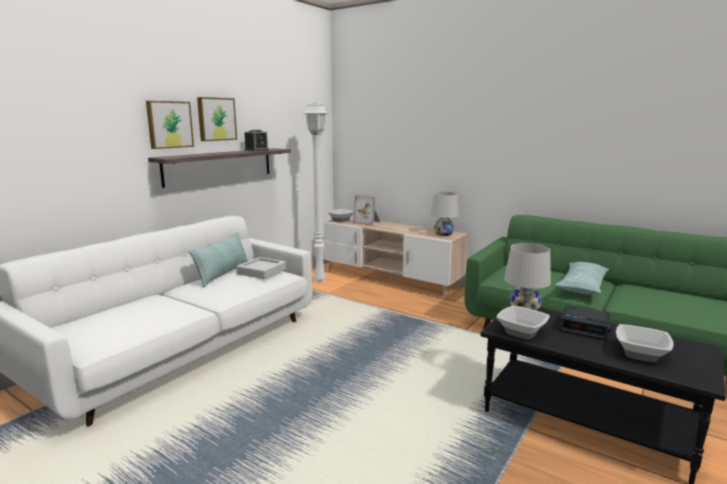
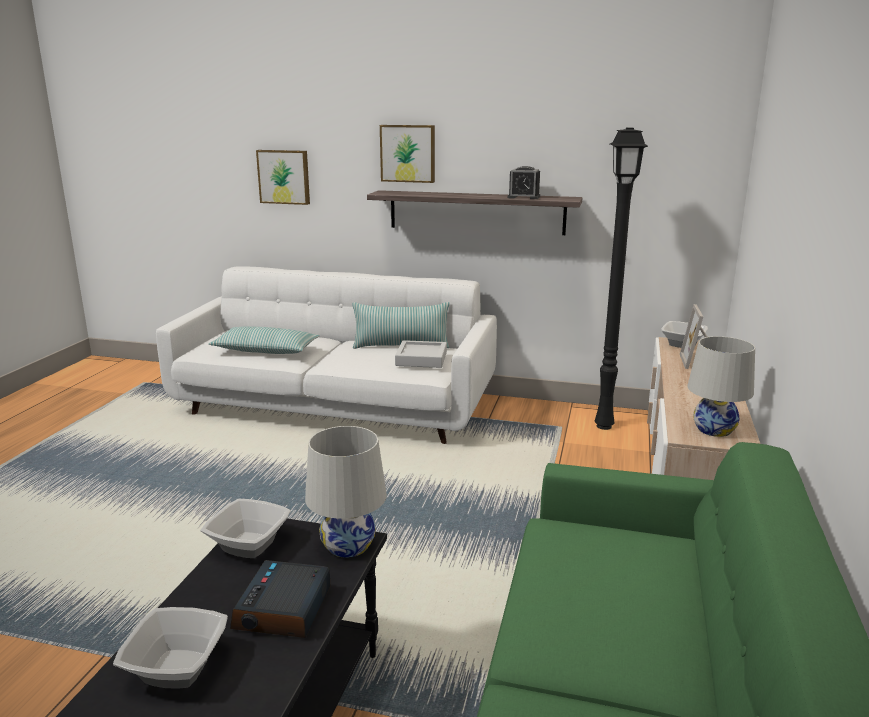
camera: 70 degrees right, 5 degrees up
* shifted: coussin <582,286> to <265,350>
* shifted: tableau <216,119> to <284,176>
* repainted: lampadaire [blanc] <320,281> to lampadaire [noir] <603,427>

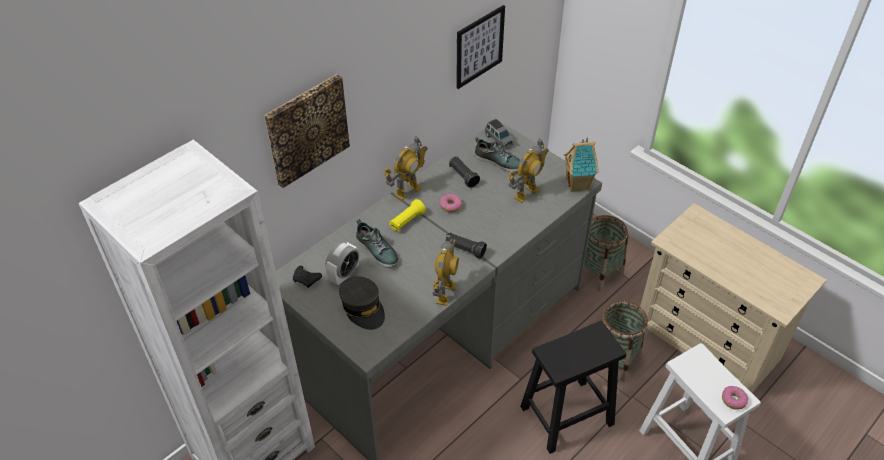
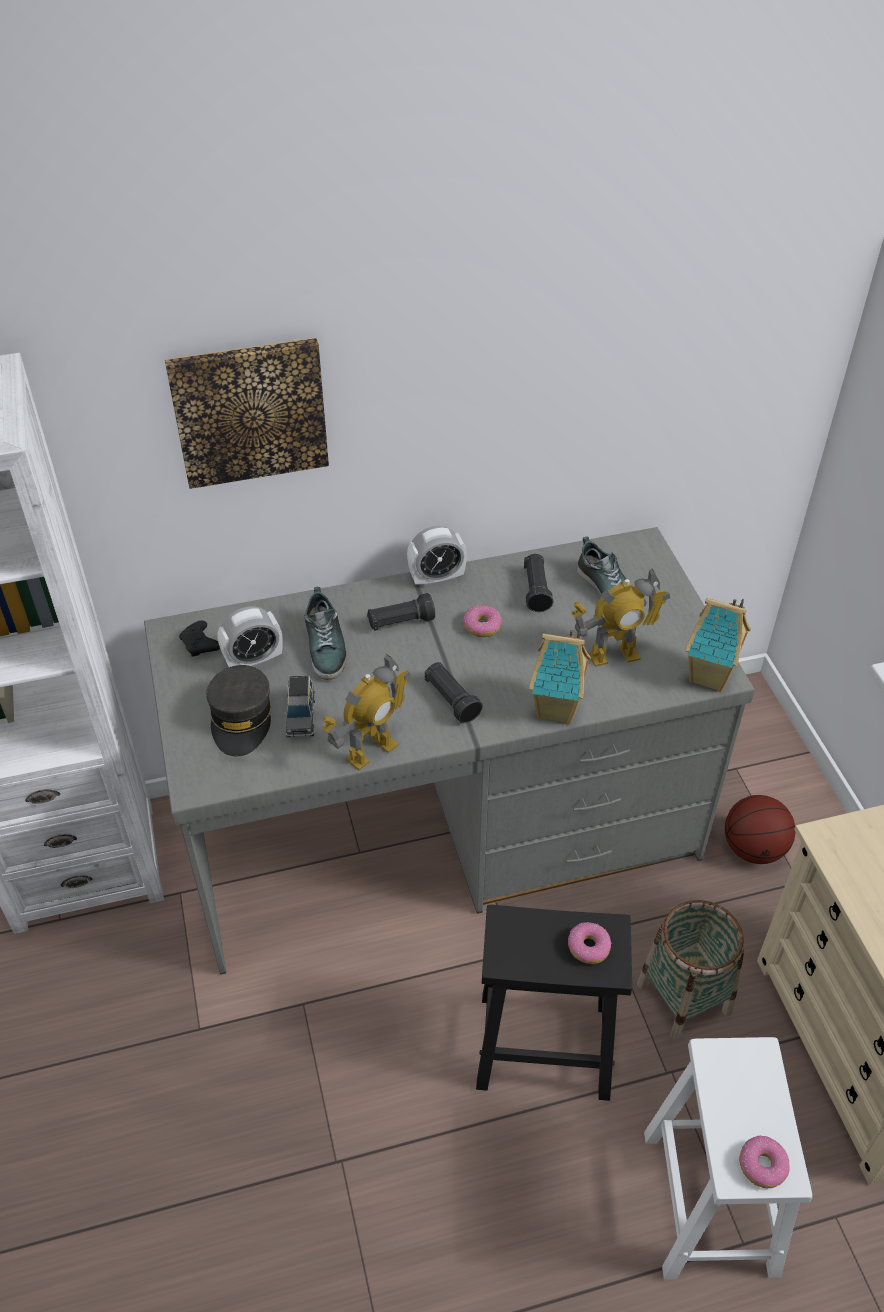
camera: 30 degrees right, 0 degrees up
* shifted: petite voiture [gris] <498,140> to <301,716>
* repainted: lampe de poche [jaune] <407,221> to lampe de poche [noir] <400,622>
* swapped: robot jouet <407,191> to réveil <437,579>
* new: maison miniature <557,710>
* new: beignet <588,947>
* swapped: panier <598,272> to ballon de basket <753,849>
* gone: tableau <479,46>

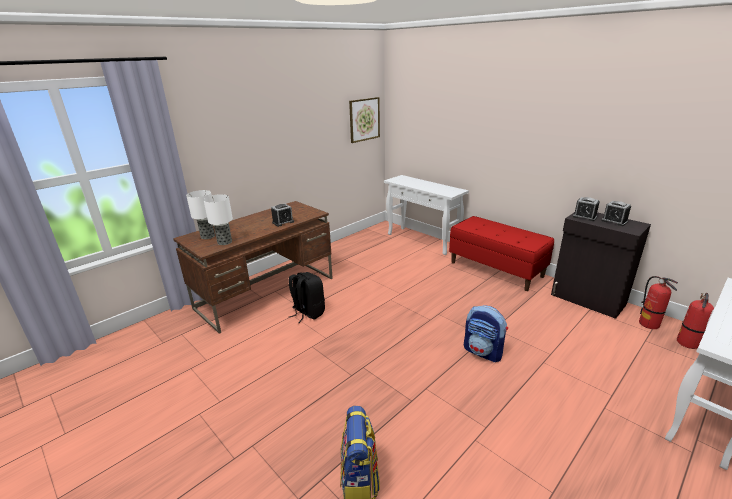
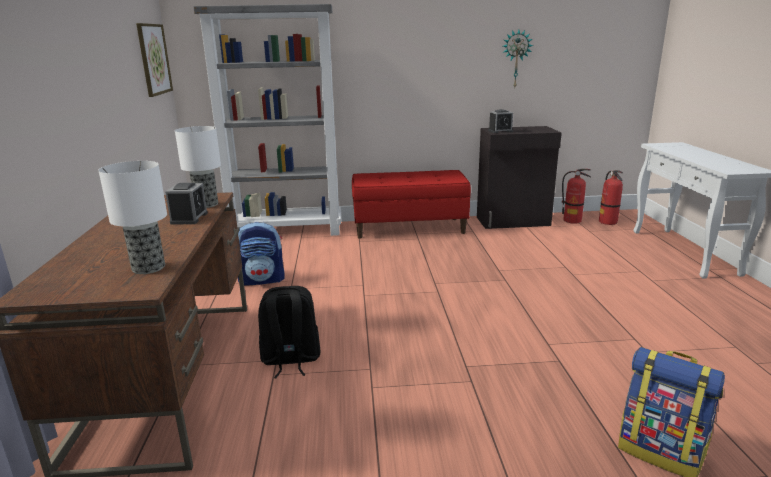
camera: 50 degrees left, 5 degrees down
* shifted: lampe de table <208,236> to <206,204>
* swapped: table console [blanc] <423,240> to bibliothèque [gris] <287,231>
* shifted: sac à dos <483,352> to <262,280>
* new: horloge murale <515,59>
* gone: réveil <614,221>

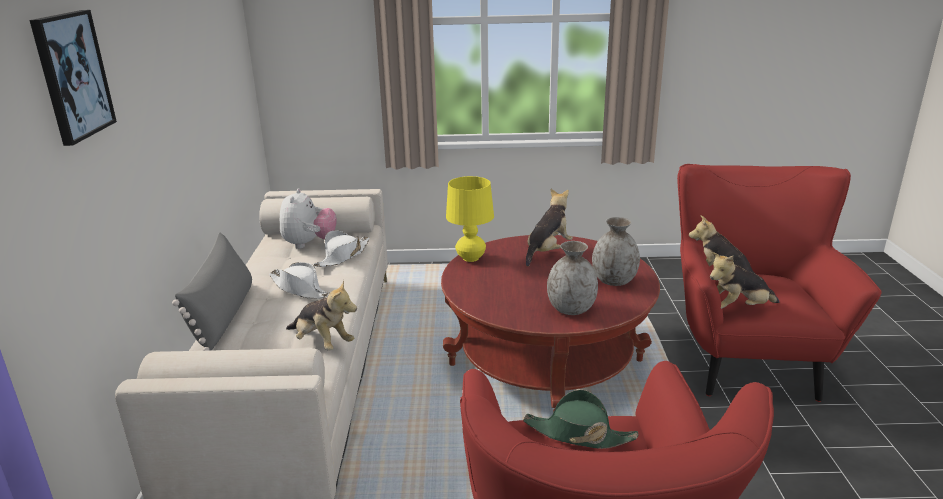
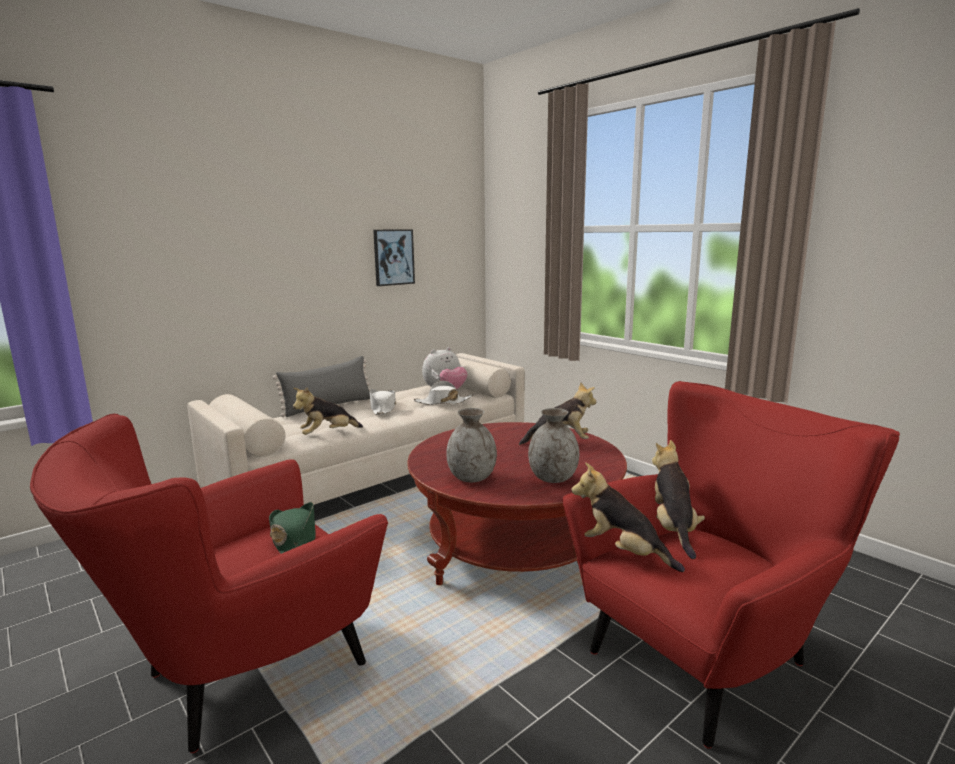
camera: 50 degrees right, 10 degrees down
* rotated: peluche <322,343> = <327,434> 60 degrees clockwise
* shifted: tableau <72,76> to <393,257>
* gone: lampe de table [jaune] <470,258>

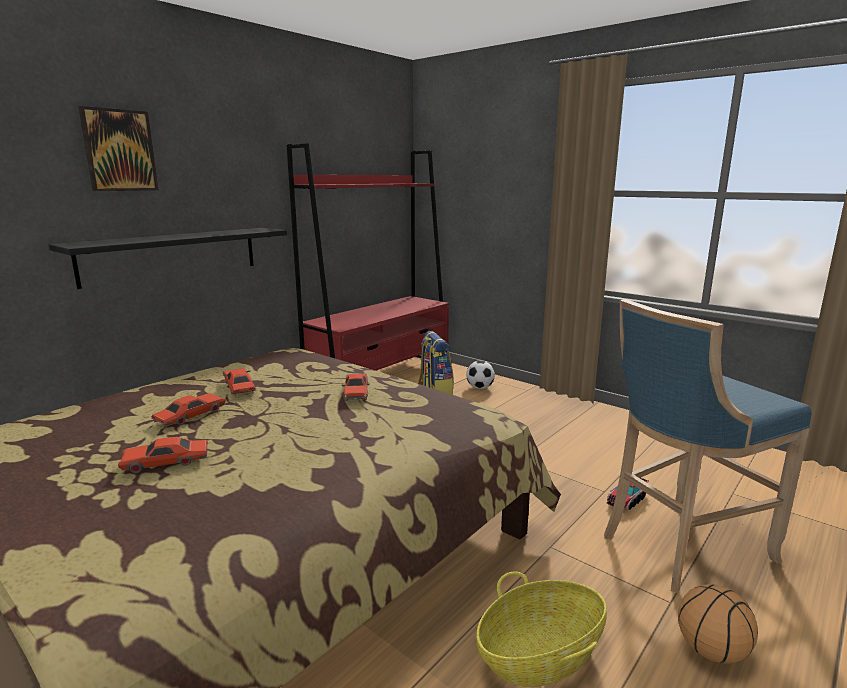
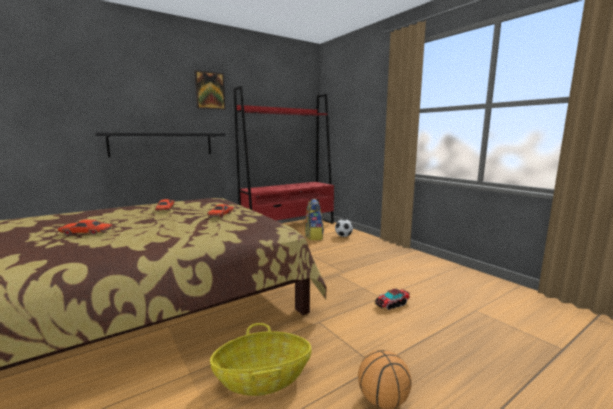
camera: 15 degrees right, 5 degrees down
* shifted: tableau <119,150> to <210,90>
* gone: petite voiture [rouge] <190,416>
* gone: tabouret [bleu] <679,546>

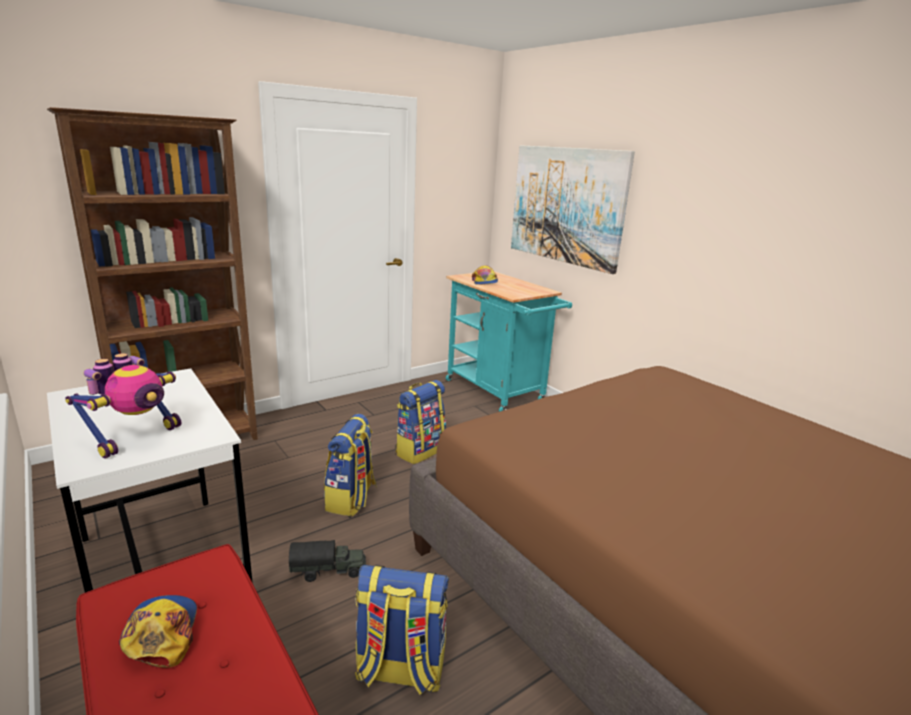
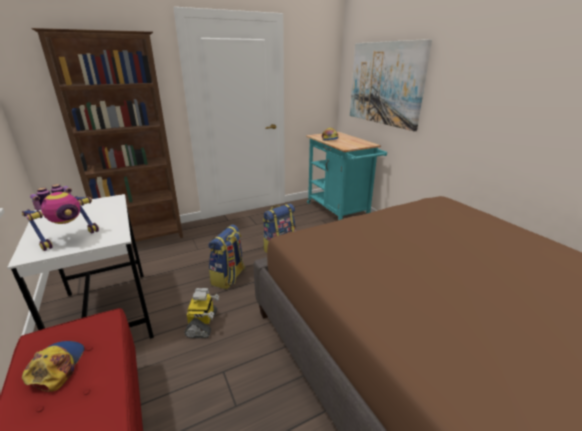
camera: 10 degrees right, 5 degrees up
* swapped: camion jouet <329,571> to robot jouet <203,324>
* gone: sac à dos <399,670>

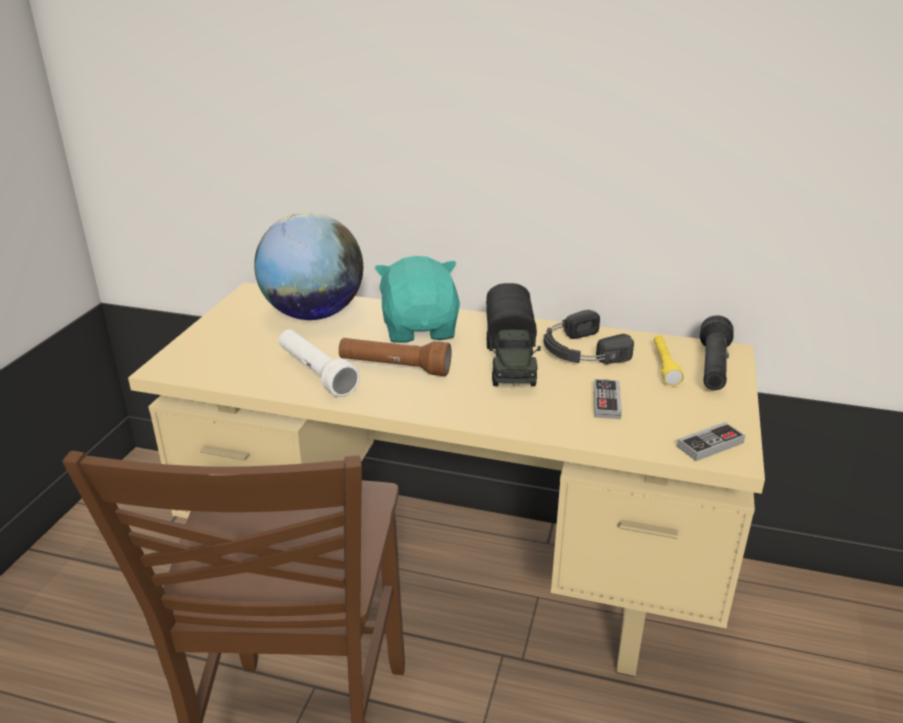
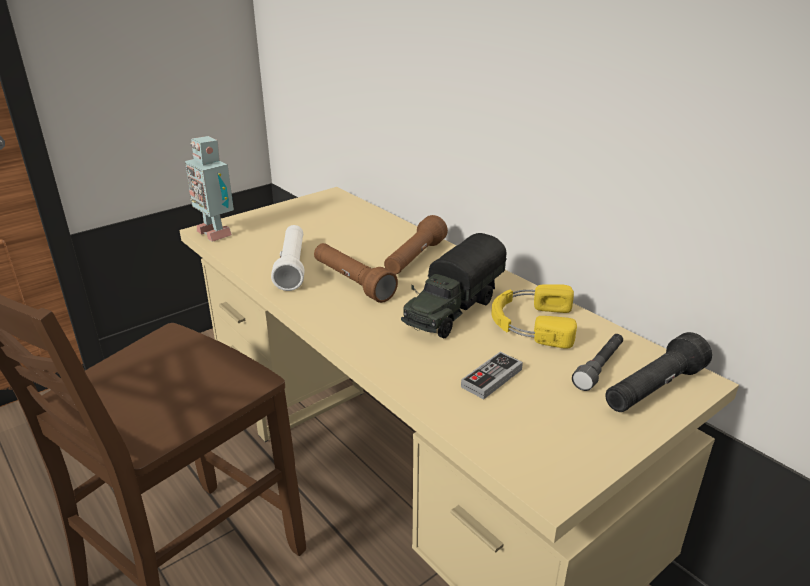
camera: 35 degrees right, 0 degrees up
* new: robot jouet <216,232>
* swapped: peluche [turquoise] <420,329> to lampe de poche [marron] <414,259>
* repainted: casque audio [noir] <580,350> to casque audio [jaune] <531,323>
* repainted: lampe de poche [jaune] <664,366> to lampe de poche [gris] <599,368>
* gone: globe <313,314>
* gone: manette <710,444>

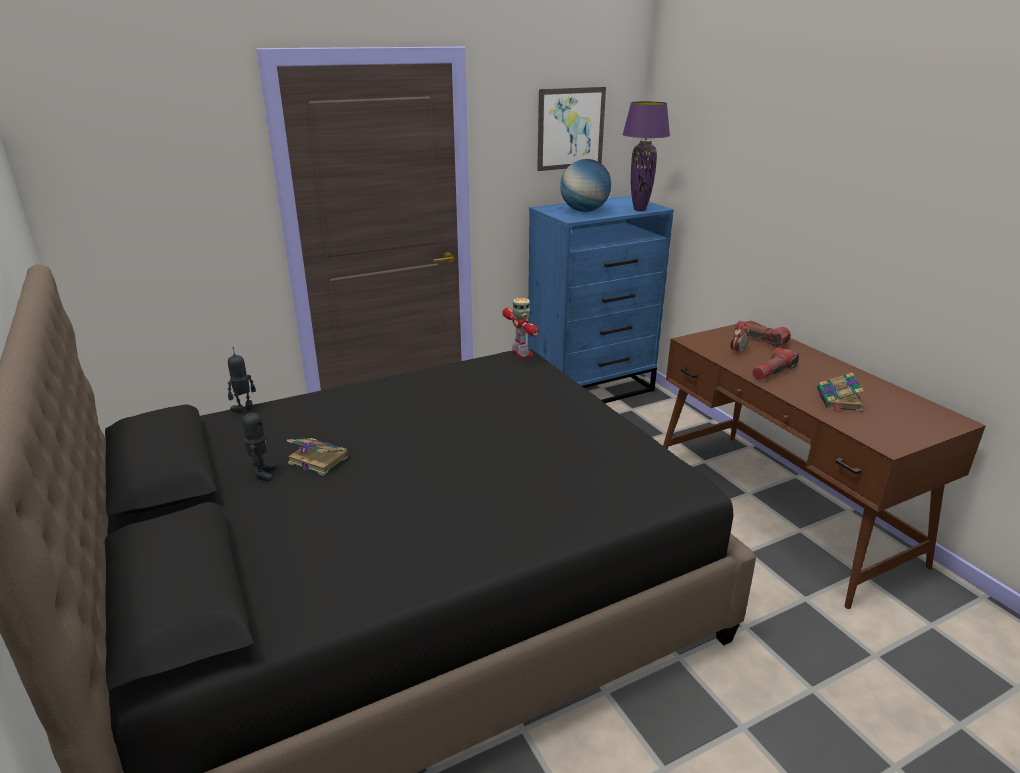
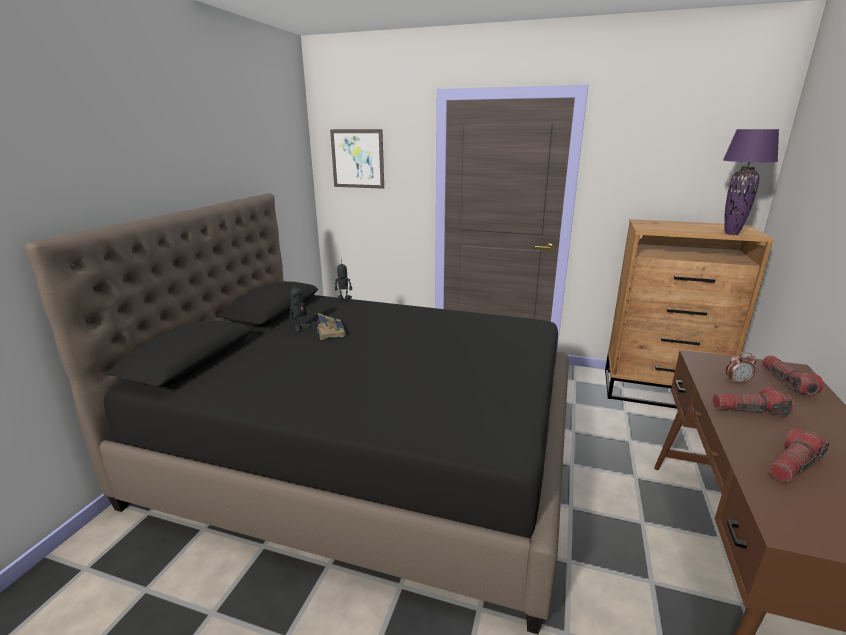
camera: 45 degrees right, 5 degrees down
* shifted: tableau <571,128> to <357,159>
* repainted: commode [bleu] <591,388> to commode [marron] <660,391>
* swapped: livre <839,401> to lampe de poche <793,464>
* gone: robot jouet <521,354>
* gone: globe <584,211>

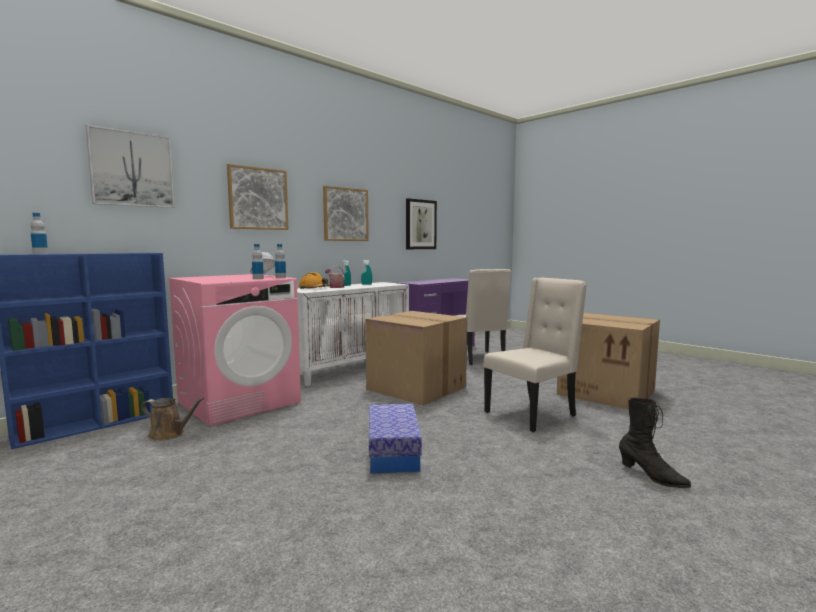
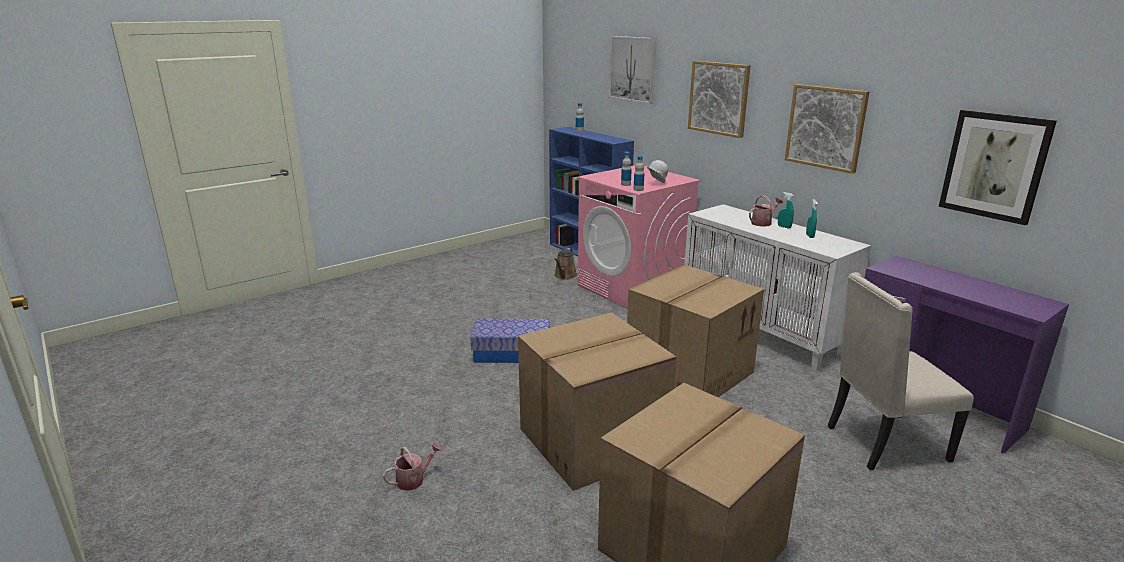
camera: 95 degrees right, 15 degrees up
* swapped: botte [noir] <652,476> to arrosoir <414,479>
* swapped: chaise [beige] <532,414> to carton <592,442>
* gone: casque de chantier [orange] <314,289>

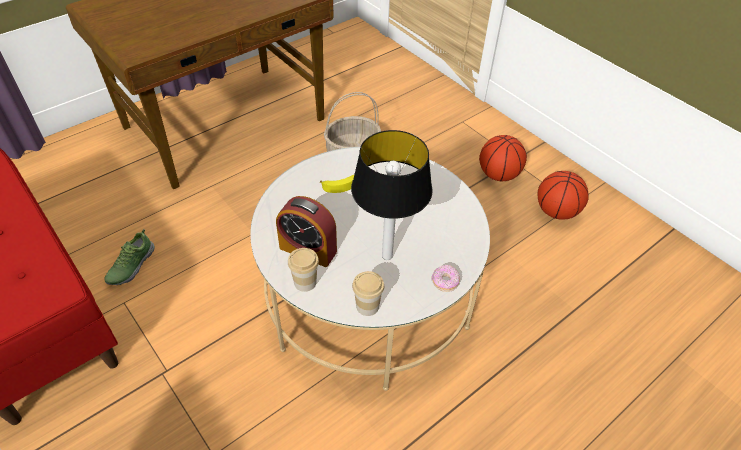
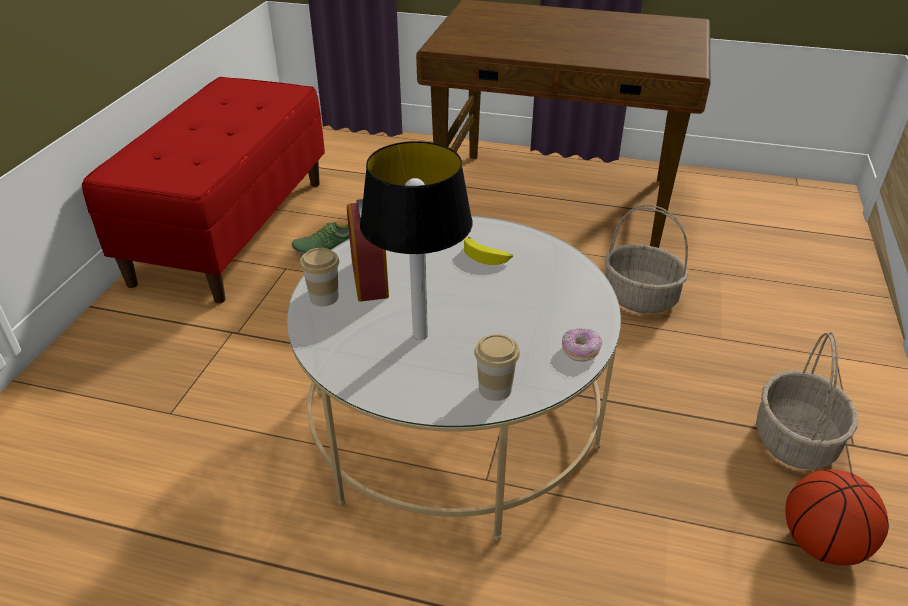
camera: 55 degrees right, 10 degrees down
* shifted: tasse <367,306> to <495,389>
* shifted: beignet <445,282> to <580,351>
* swapped: ballon de basket <498,175> to panier <795,441>

